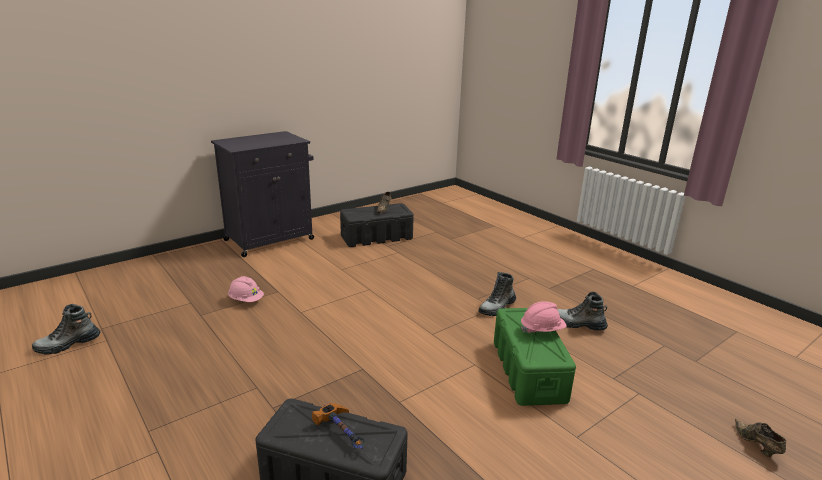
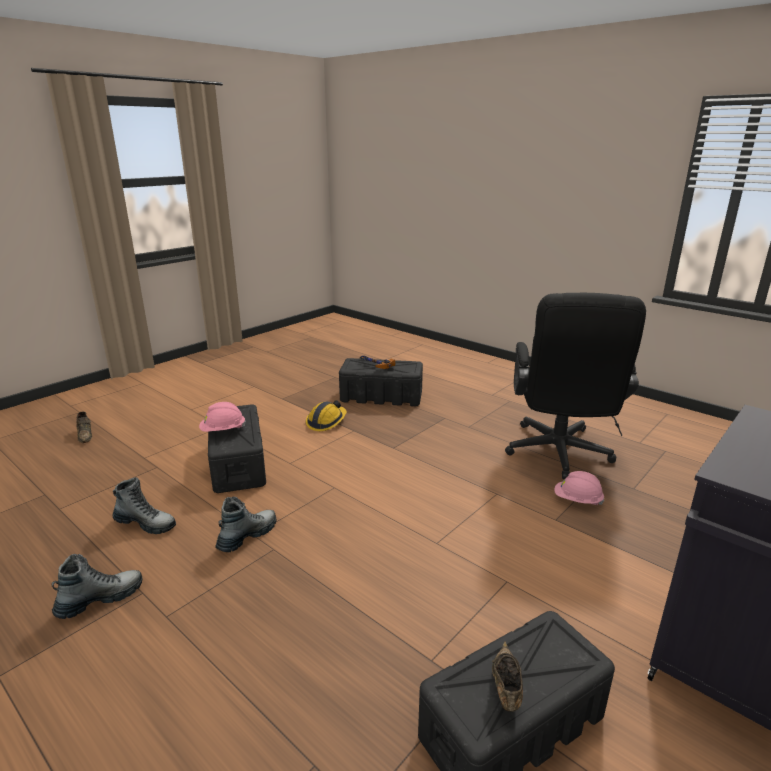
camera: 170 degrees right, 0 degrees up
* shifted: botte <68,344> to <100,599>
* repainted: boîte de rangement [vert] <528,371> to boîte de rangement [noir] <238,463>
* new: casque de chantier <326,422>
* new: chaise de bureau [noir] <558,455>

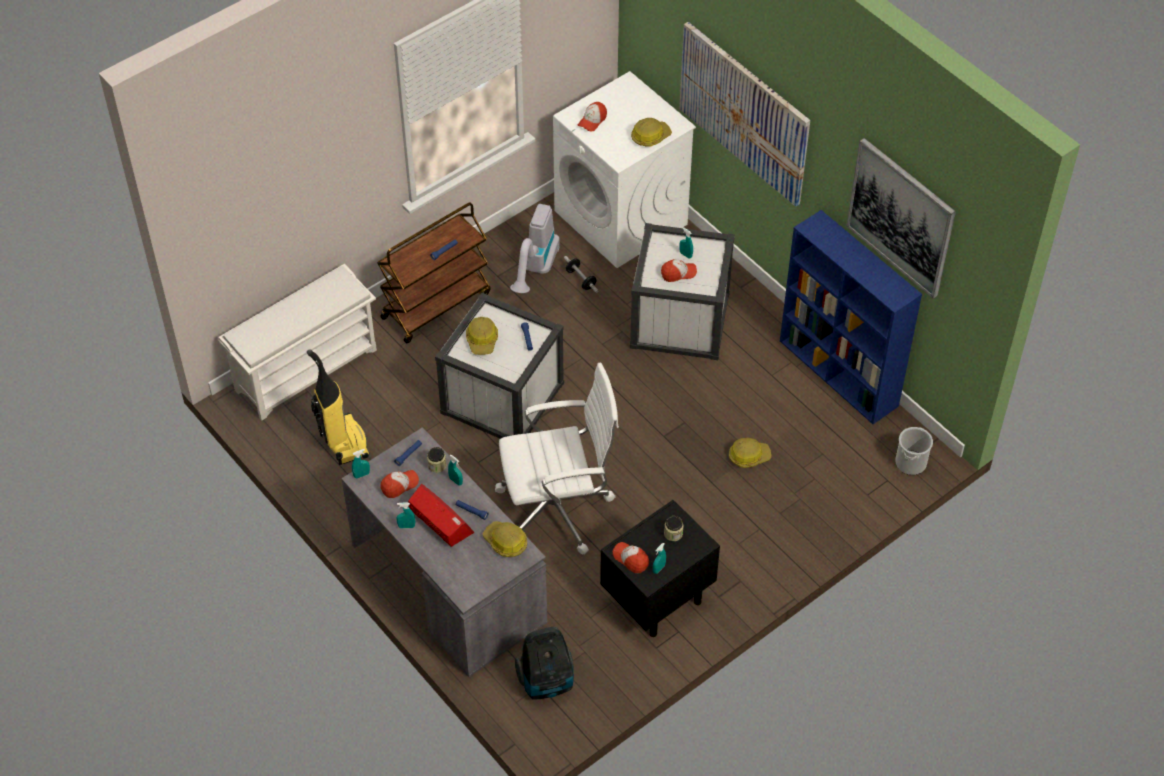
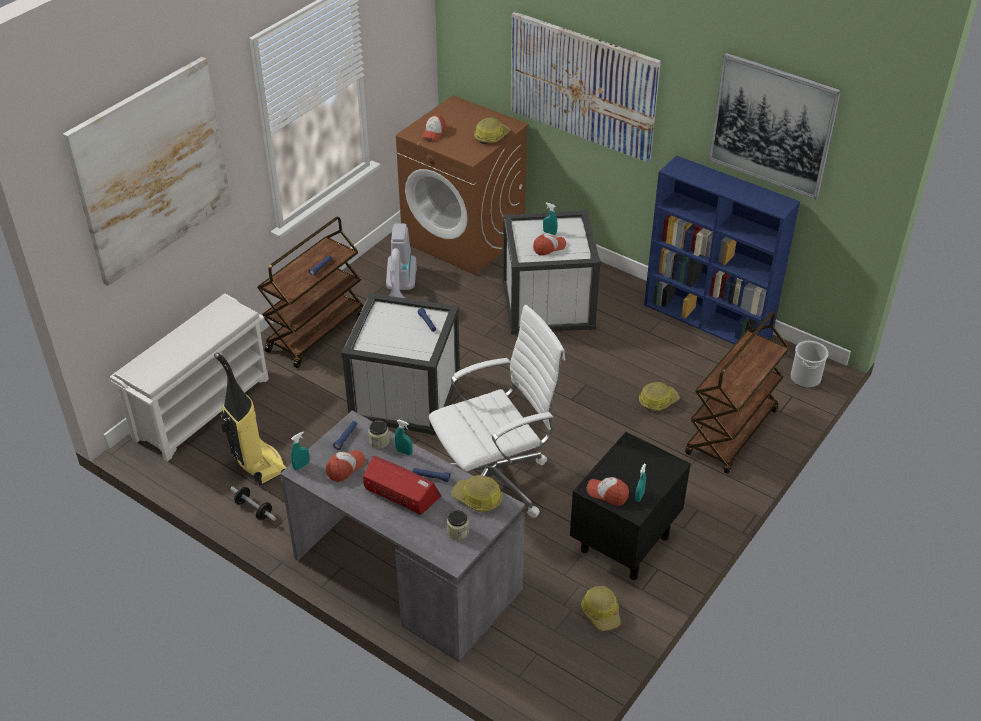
camera: 15 degrees left, 10 degrees down
* new: tableau <152,170>
* shifted: haltère <581,279> to <254,509>
* repainted: lave-linge [blanc] <621,218> to lave-linge [marron] <464,237>
* shifted: bocal <673,533> to <458,532>
* shifted: casque de chantier <482,340> to <601,612>
* new: chariot [marron] <732,433>
* gone: vaporisateur [turquoise] <406,526>
* gone: aspirateur <547,682>

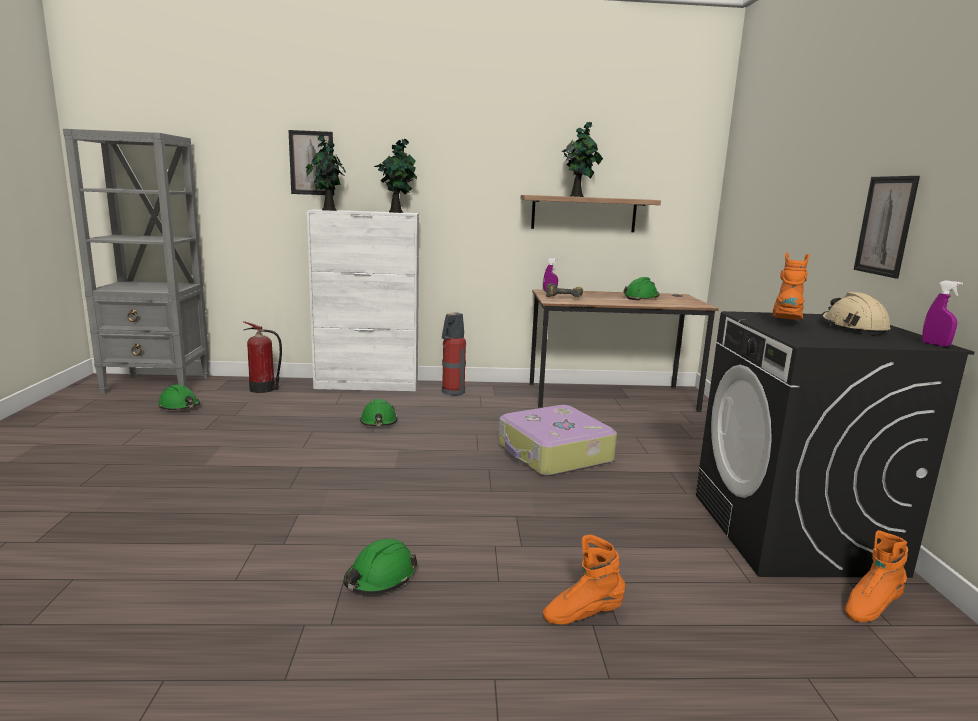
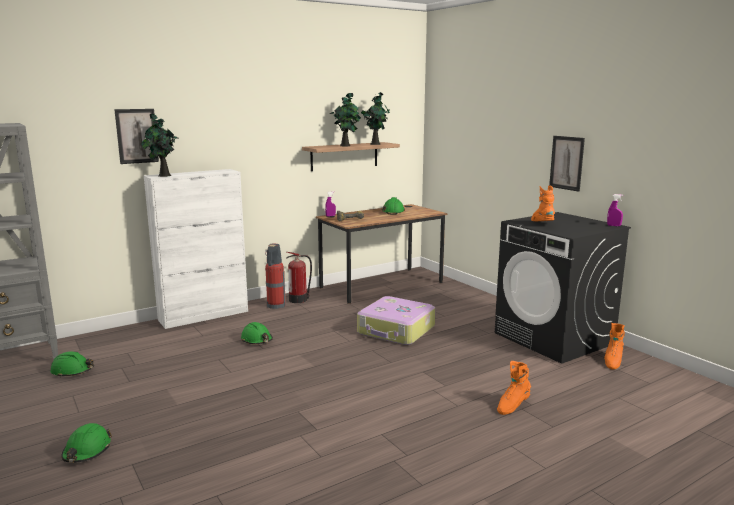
camera: 30 degrees left, 0 degrees up
* shifted: casque de chantier [vert] <380,578> to <87,451>
* shifted: extincteur <264,389> to <299,300>
* shifted: plante en pot <397,212> to <375,144>
* gone: casque de chantier [beige] <852,328>

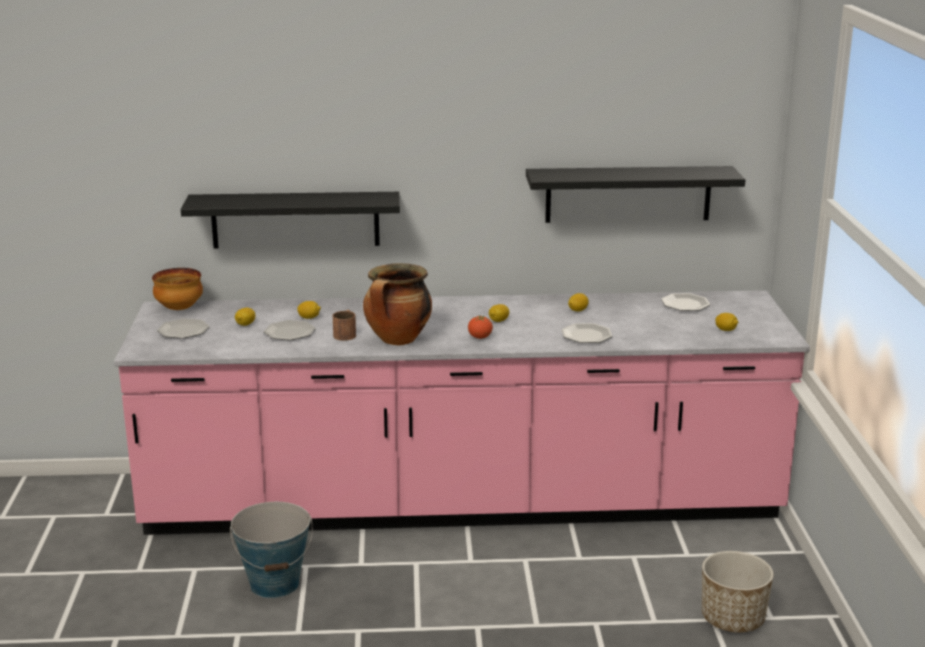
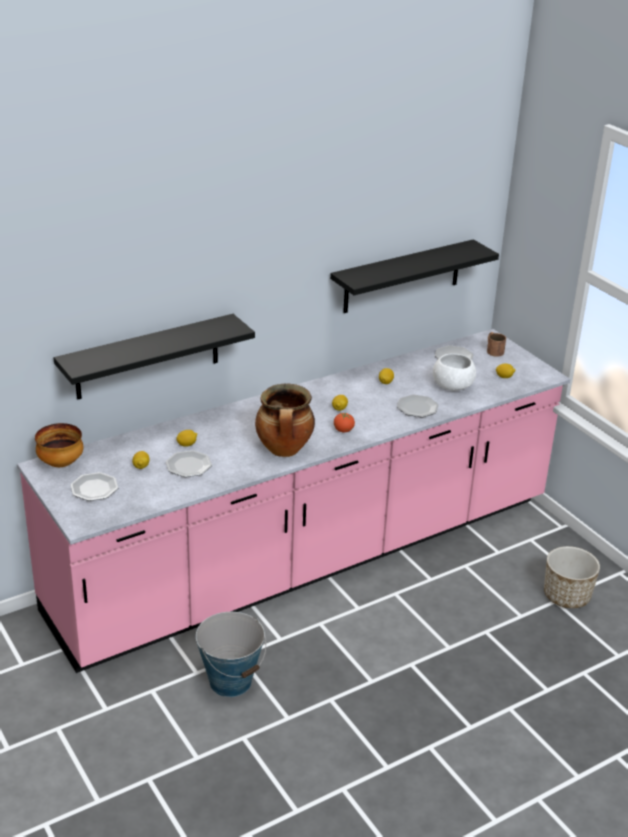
camera: 30 degrees left, 10 degrees up
* new: bol [blanc] <452,386>
* shifted: mug [marron] <346,333> to <493,350>

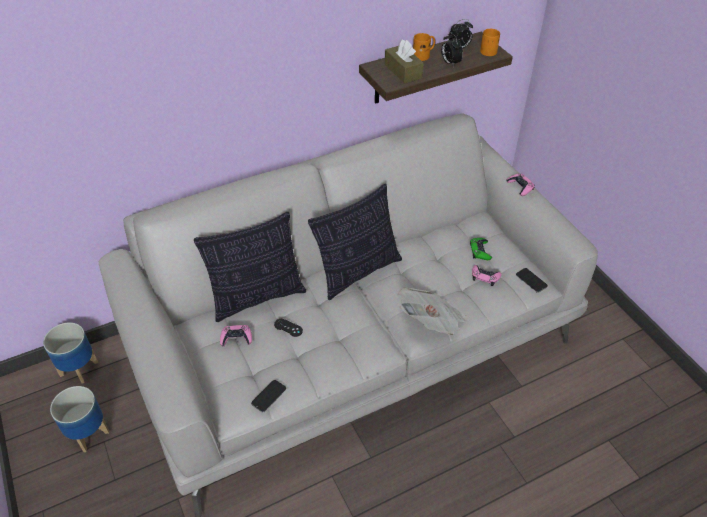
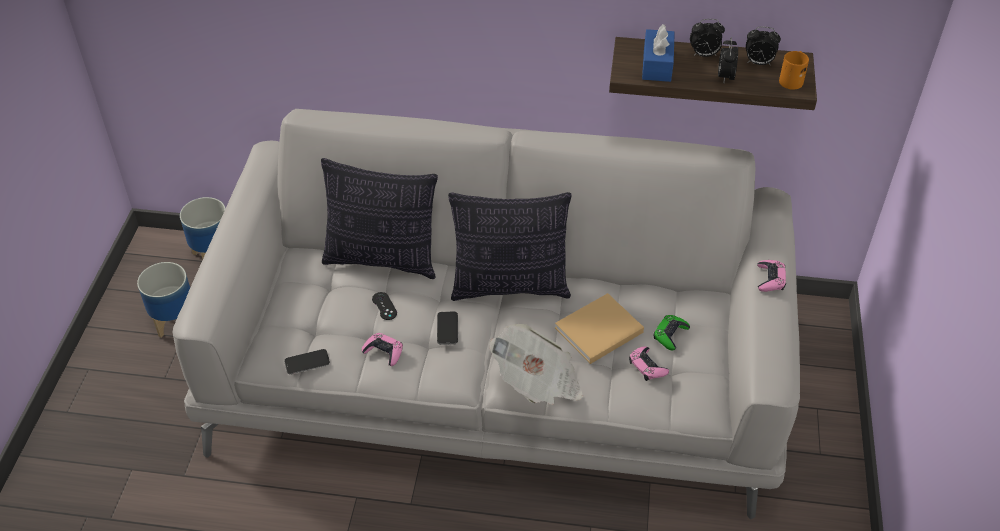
camera: 35 degrees right, 0 degrees up
* shifted: manette [rose] <236,338> to <384,352>
* shifted: téléphone <531,280> to <447,329>
* new: livre [beige] <597,331>
* repainted: boîte à mouchoirs [marron] <403,71> to boîte à mouchoirs [bleu] <657,64>
* swapped: mug [orange] <423,55> to réveil <704,55>

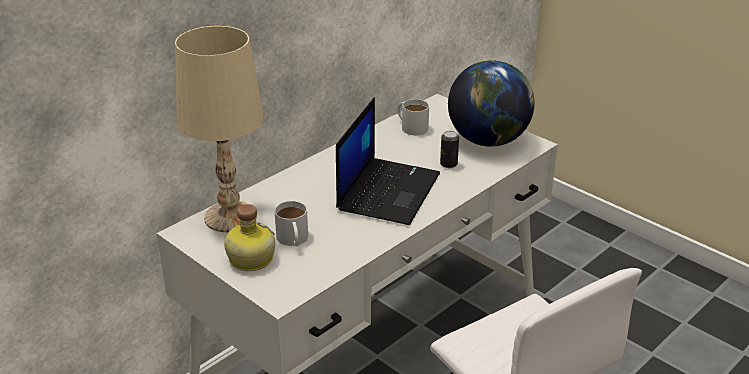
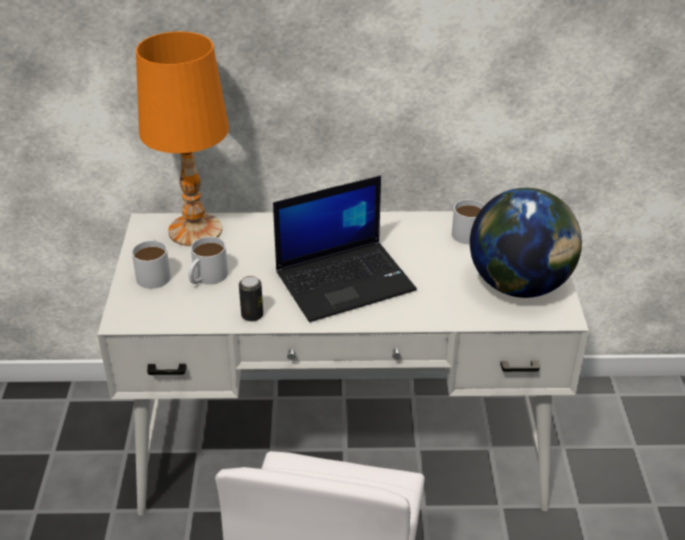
camera: 45 degrees right, 5 degrees up
* swapped: bouteille <249,259> to mug [blanc] <154,273>
* repainted: lampe de table [beige] <229,217> to lampe de table [orange] <195,230>
* shifted: boîte métallique <448,164> to <252,315>

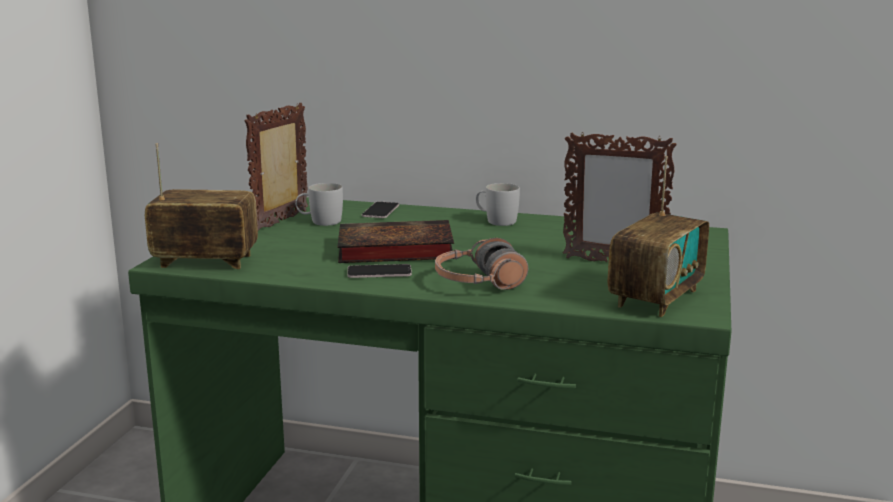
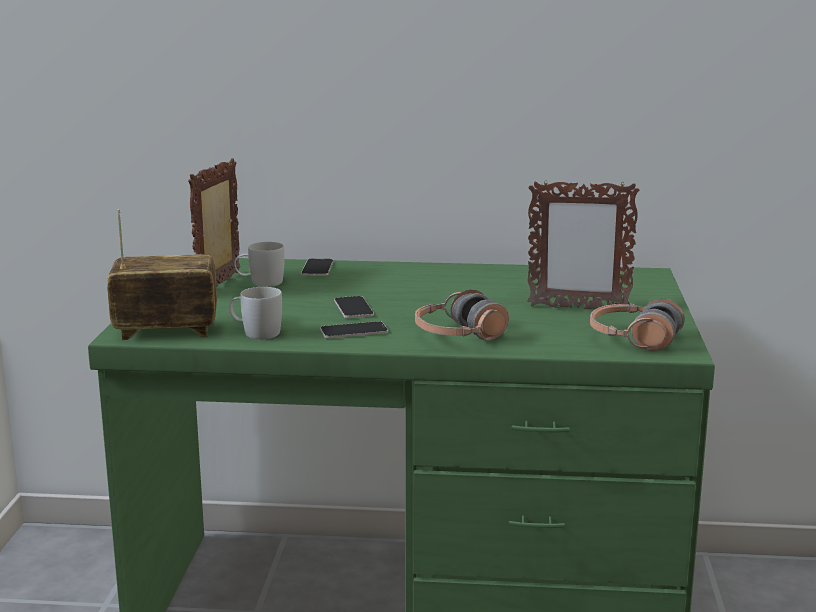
camera: 10 degrees left, 0 degrees up
* shifted: mug [blanc] <496,221> to <255,332>
* swapped: livre <392,250> to téléphone <353,308>
* swapped: radio <656,298> to casque audio <634,339>

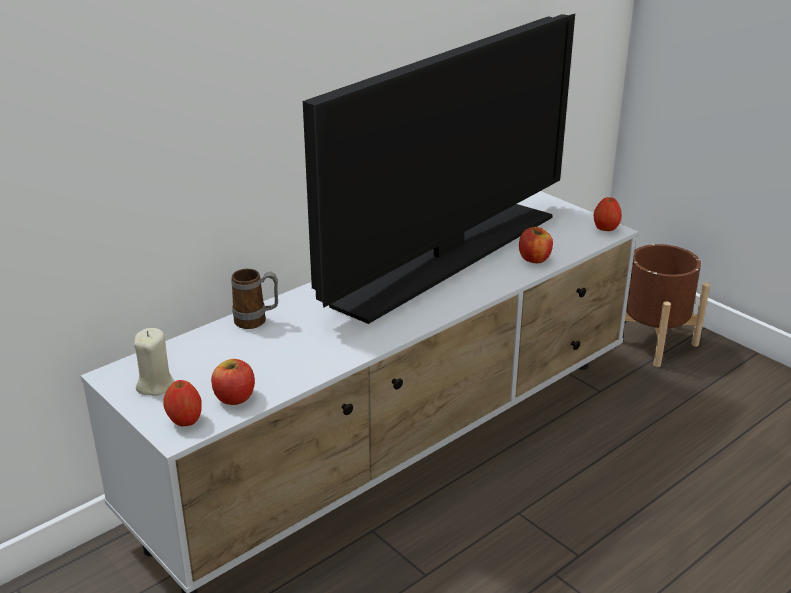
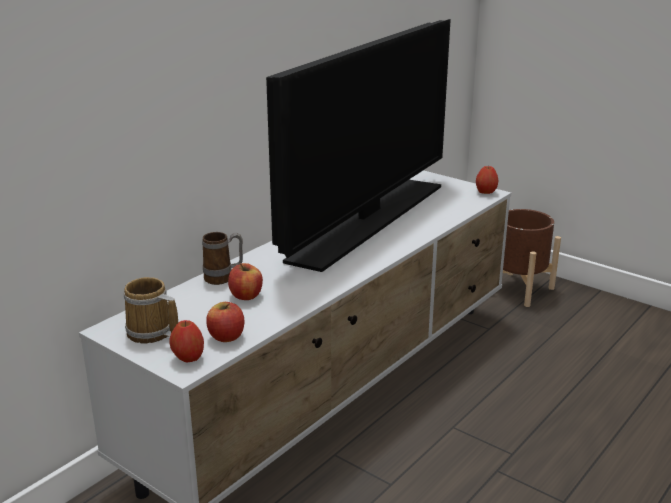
camera: 10 degrees left, 5 degrees down
* swapped: bougie [beige] <155,385> to mug <151,333>
* shifted: pomme <534,259> to <246,296>

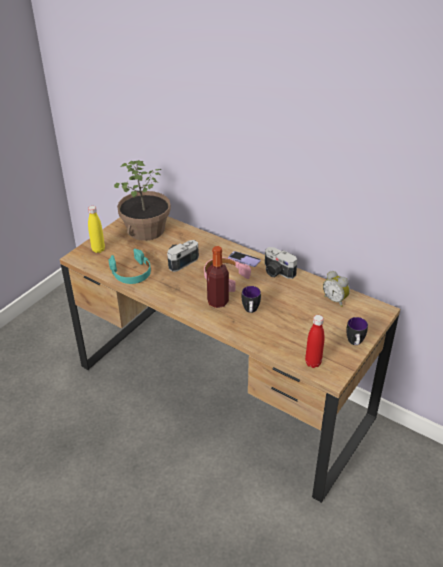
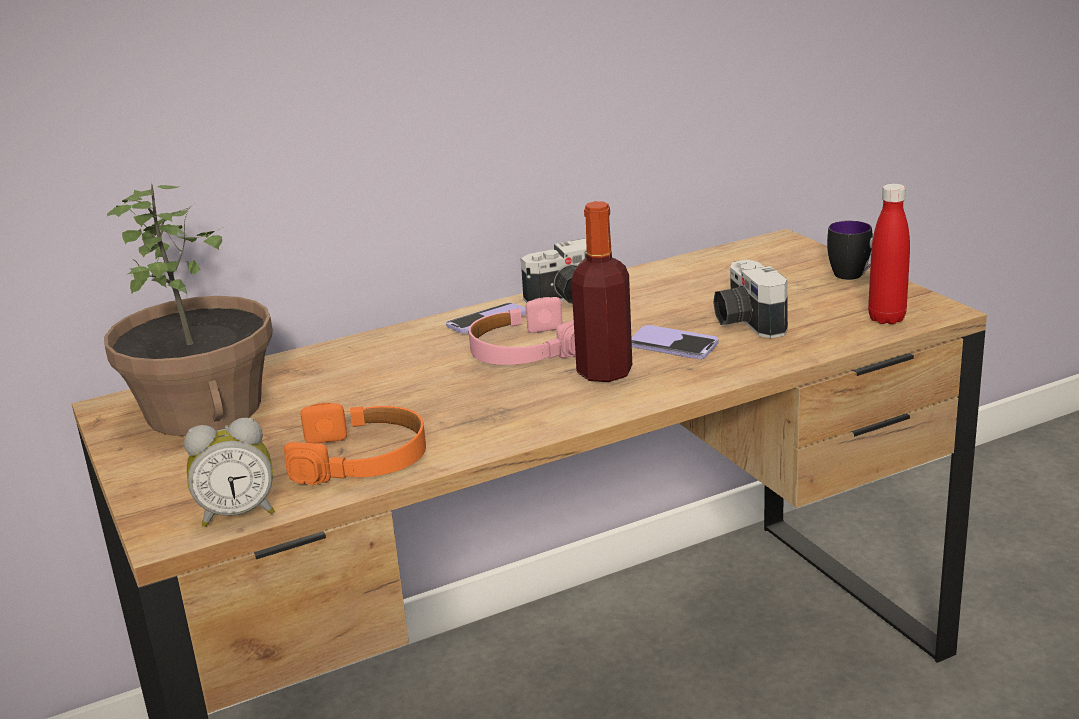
camera: 60 degrees left, 15 degrees down
* shifted: réveil <335,300> to <238,513>
* repainted: casque audio [turquoise] <131,273> to casque audio [orange] <361,459>
* swapped: mug <250,311> to téléphone <673,345>
* shifted: appareil photo <180,260> to <746,322>
* gone: bouteille [jaune] <98,249>

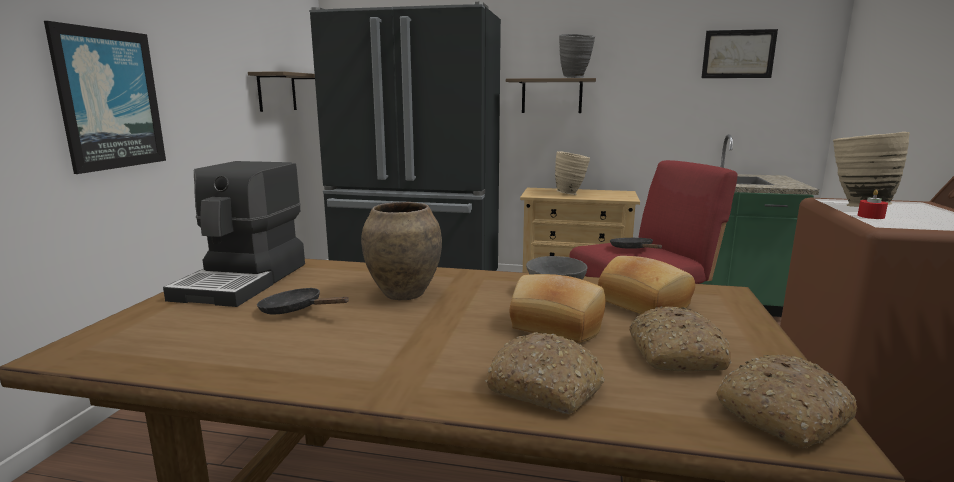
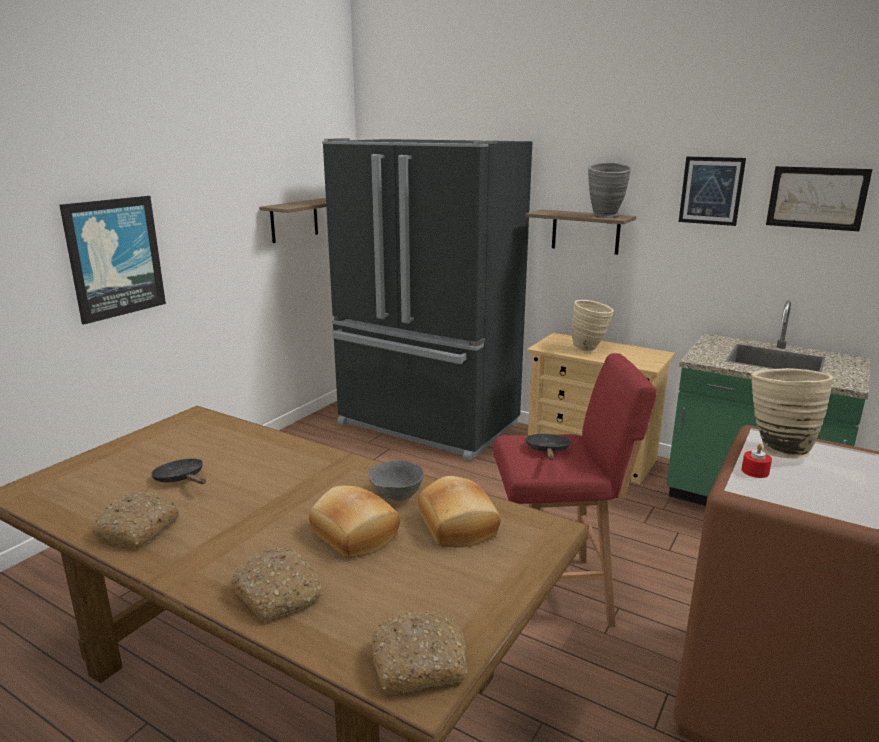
camera: 20 degrees right, 5 degrees up
* shifted: pain <674,354> to <138,528>
* new: tableau <711,190>
* gone: machine à café <245,281>
* gone: vase [marron] <403,294>

